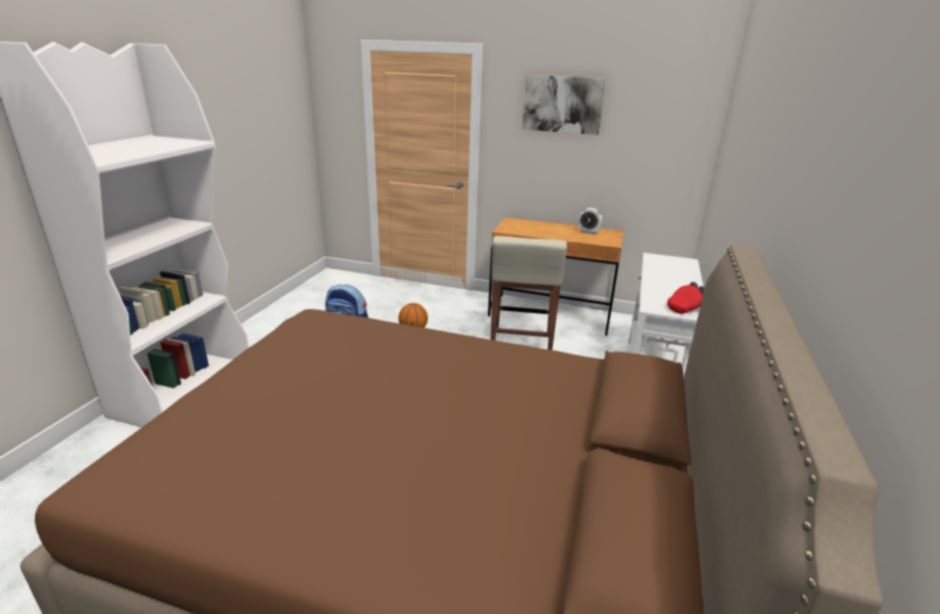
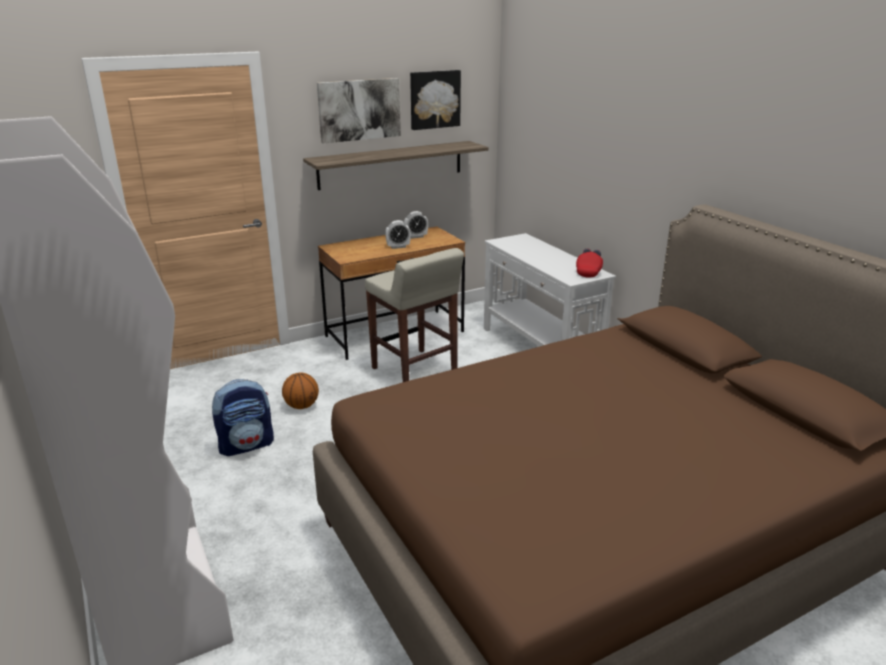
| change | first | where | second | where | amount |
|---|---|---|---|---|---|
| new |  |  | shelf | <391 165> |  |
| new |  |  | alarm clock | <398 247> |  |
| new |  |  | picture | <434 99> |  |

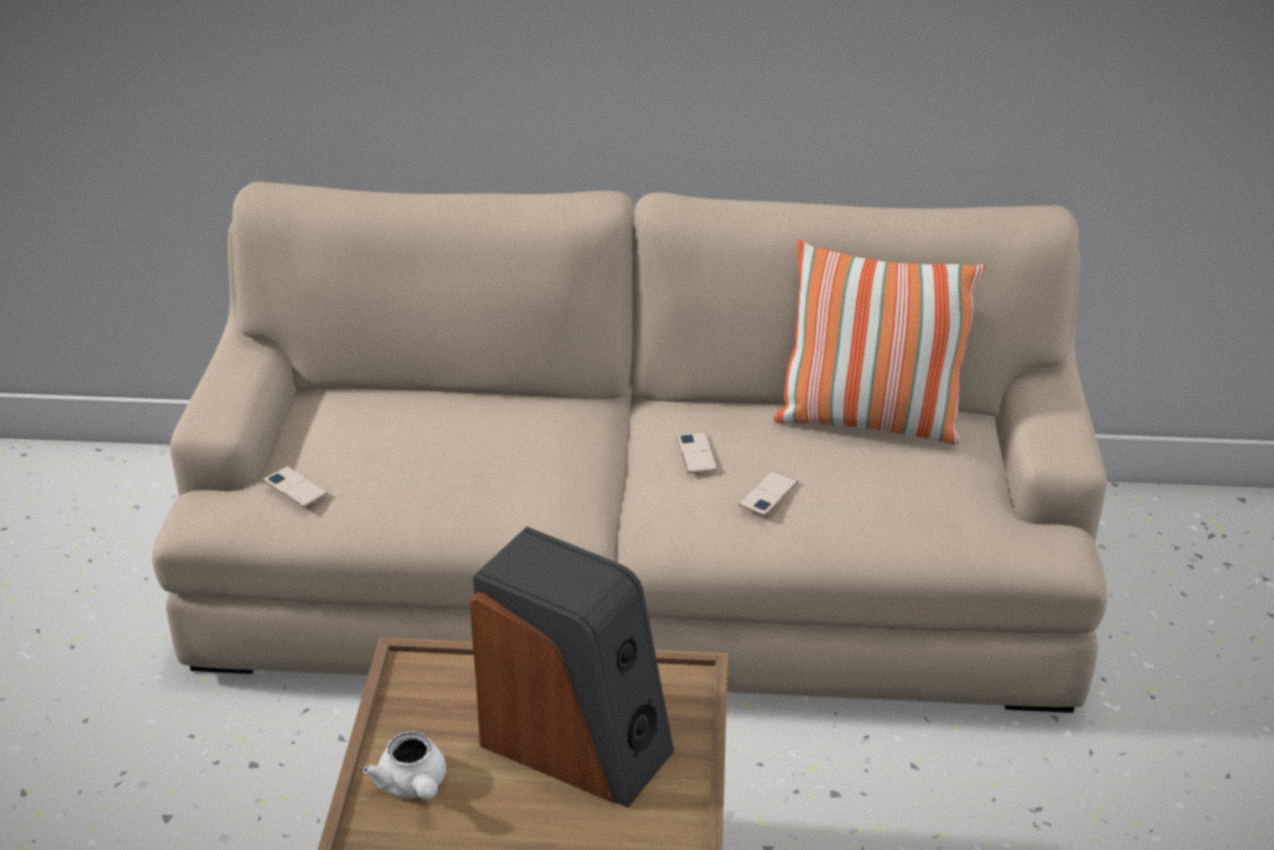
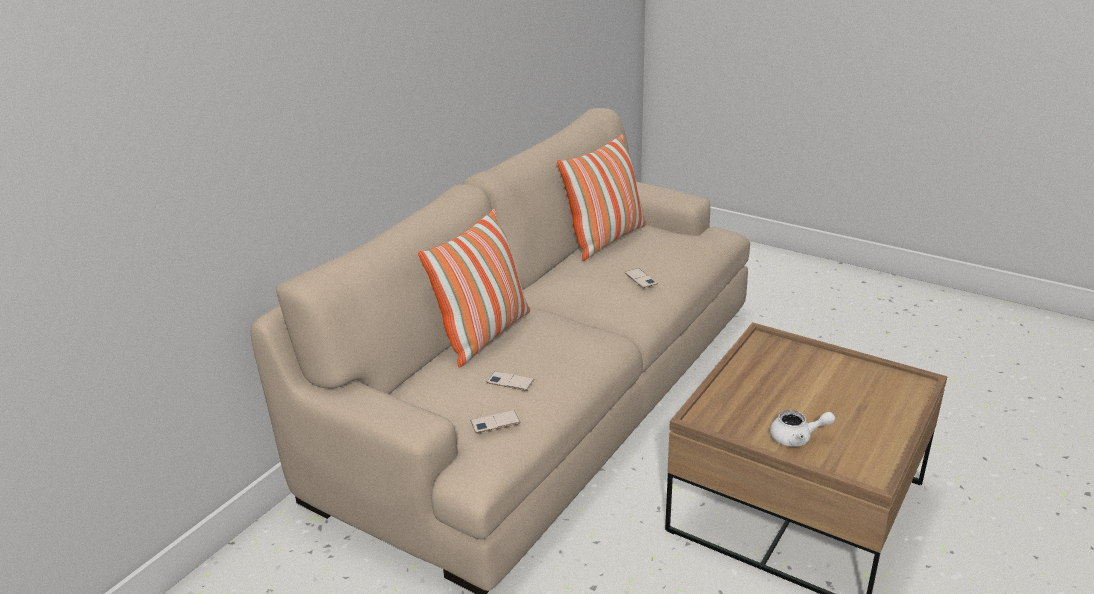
| change | first | where | second | where | amount |
|---|---|---|---|---|---|
| new |  |  | pillow | <484 335> |  |
| shifted | phone | <696 453> |  | <510 381> |  |
| gone | speaker | <577 744> |  |  |  |

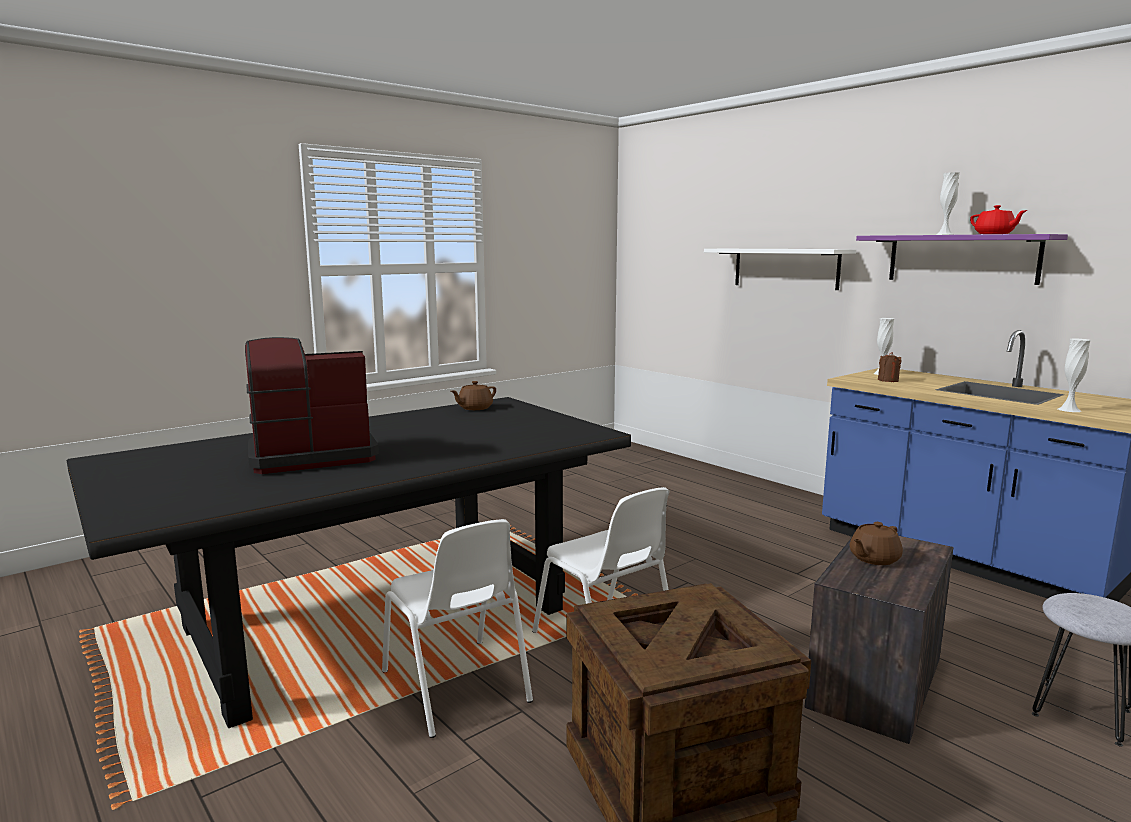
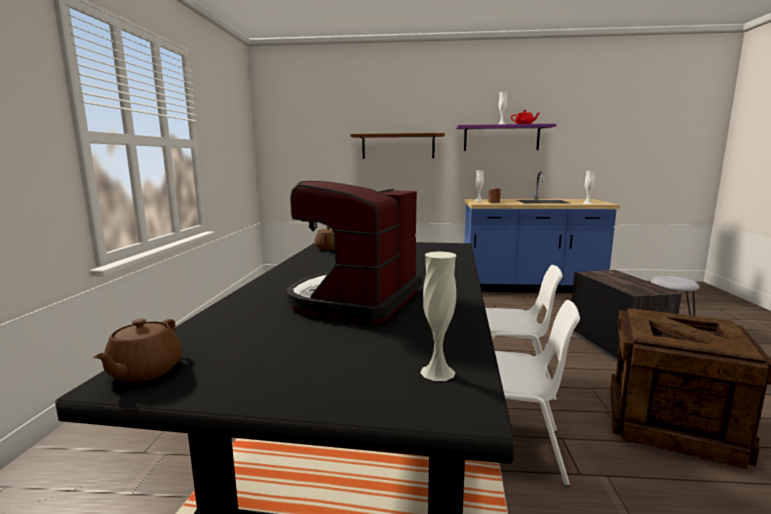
| change | first | where | second | where | amount |
|---|---|---|---|---|---|
| shifted | teapot in brown | <873 559> |  | <144 371> |  |
| repainted | shelf in white | <785 268> | shelf in brown | <398 146> |  |
| new |  |  | vase in white | <437 372> |  |

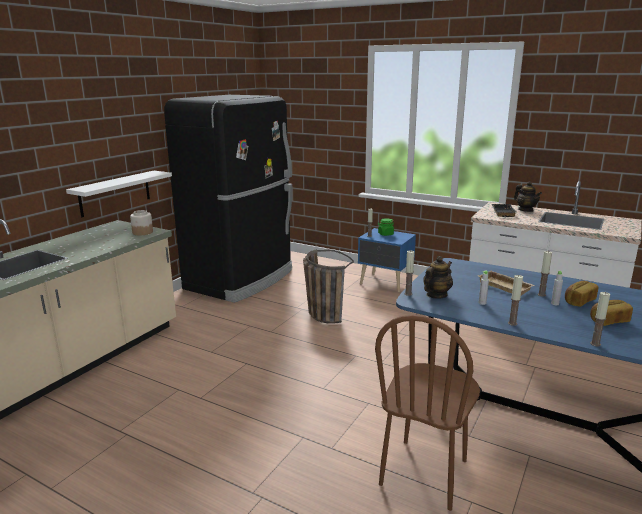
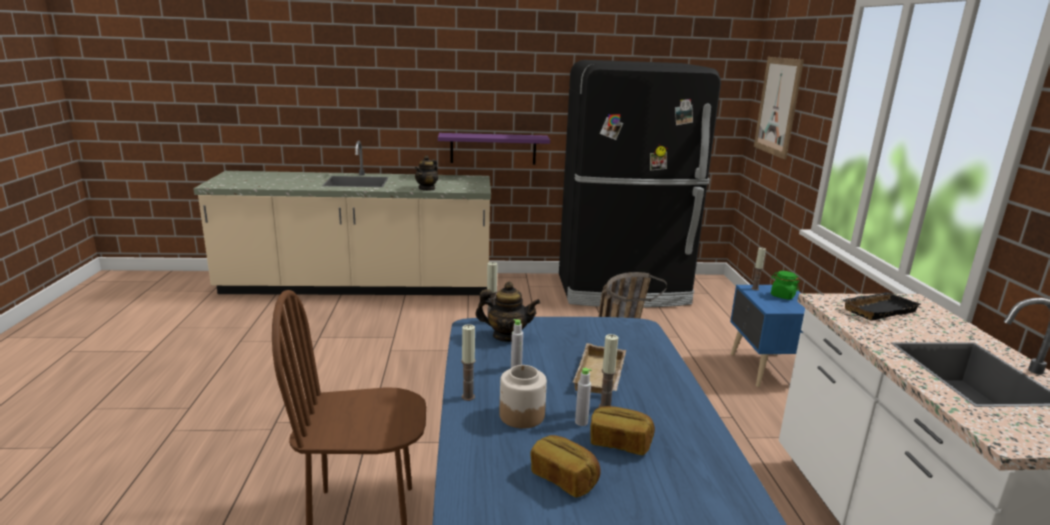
| change | first | where | second | where | amount |
|---|---|---|---|---|---|
| shifted | teapot | <525 210> |  | <427 188> |  |
| repainted | shelf in white | <115 193> | shelf in purple | <493 148> |  |
| shifted | jar | <142 232> |  | <521 415> |  |
| new |  |  | picture | <777 106> |  |
| gone | candle | <595 344> |  |  |  |

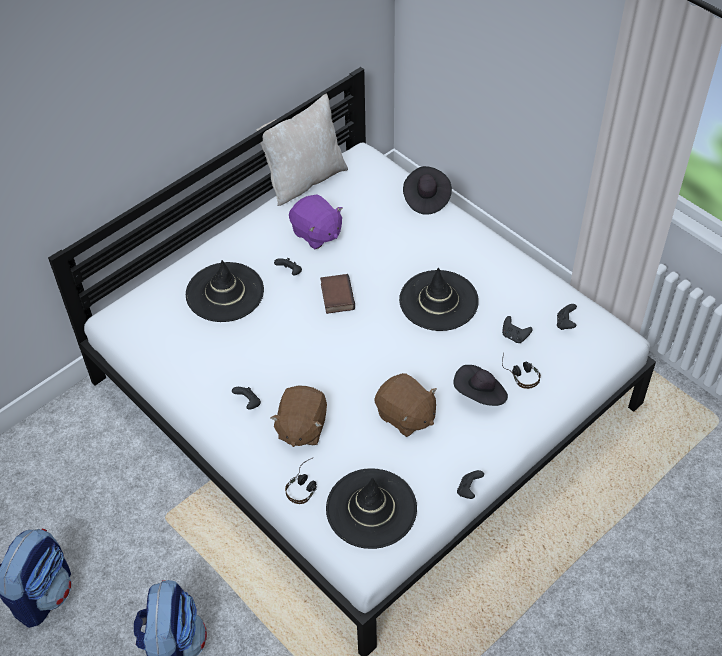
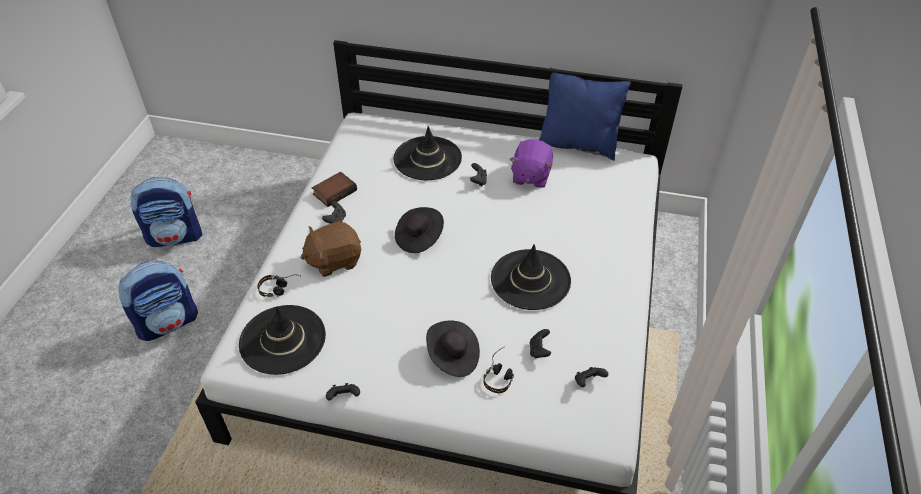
| change | first | where | second | where | amount |
|---|---|---|---|---|---|
| shifted | book | <336 296> |  | <334 191> |  |
| shifted | hat in black | <426 199> |  | <419 238> |  |
| repainted | pillow in beige | <304 179> | pillow in blue | <578 143> |  |
| gone | plush toy in brown | <405 416> |  |  |  |

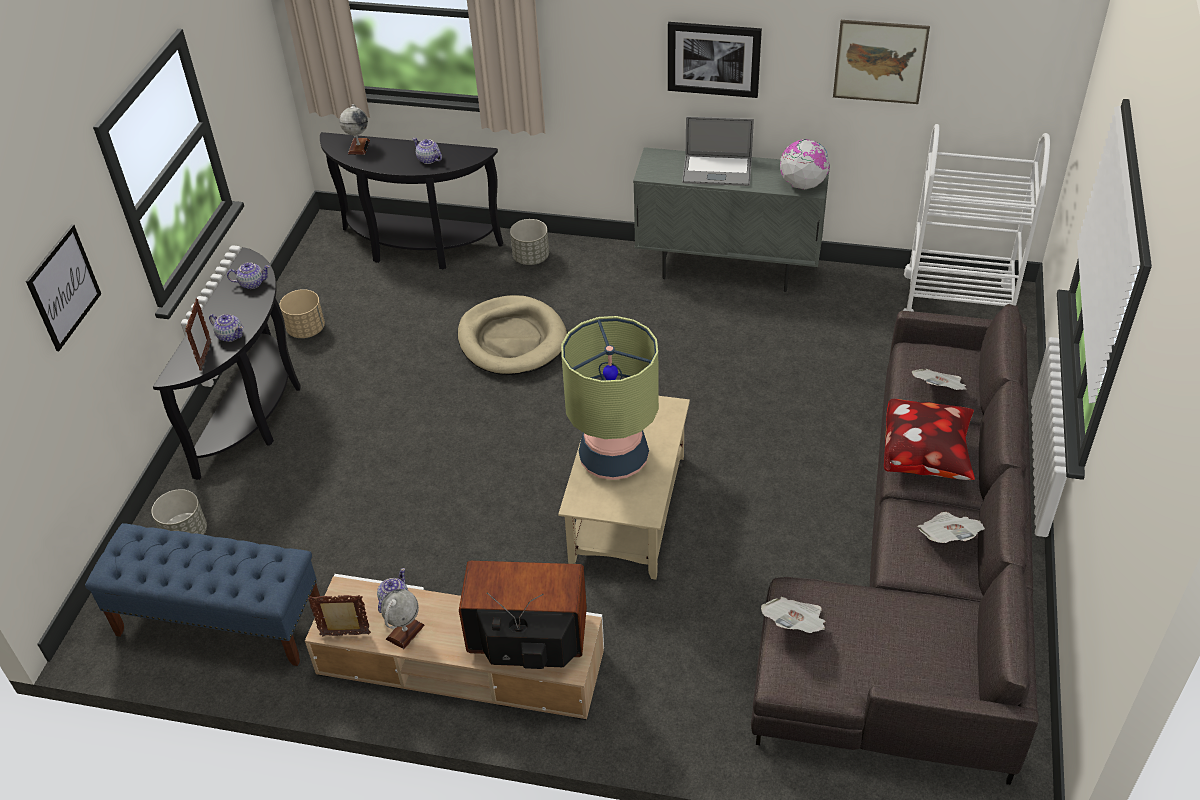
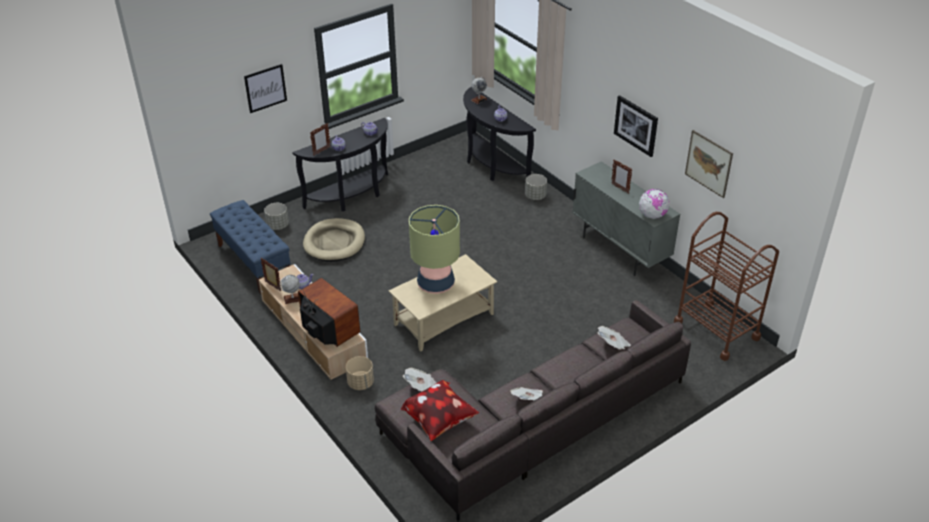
| change | first | where | second | where | amount |
|---|---|---|---|---|---|
| shifted | dog bed in beige | <512 340> |  | <334 242> |  |
| shifted | planter in beige | <306 329> |  | <361 383> |  |
| shifted | pillow | <925 457> |  | <440 422> |  |
| swapped | laptop | <717 171> | picture frame | <620 188> |  |
| repainted | cart in white | <957 302> | cart in brown | <716 330> |  |

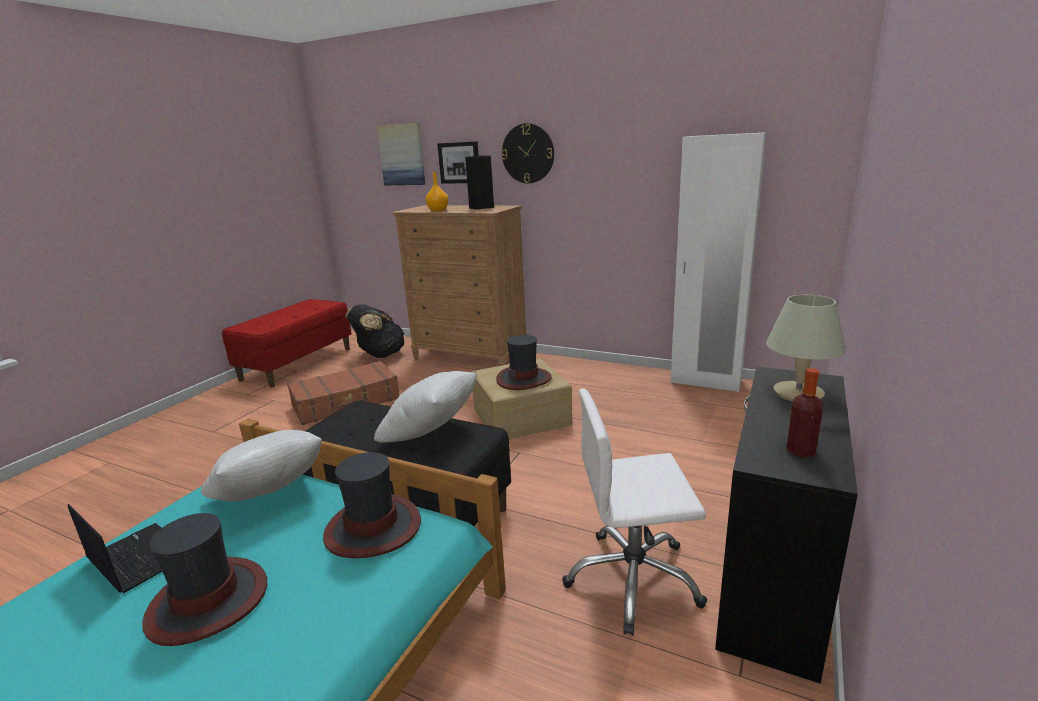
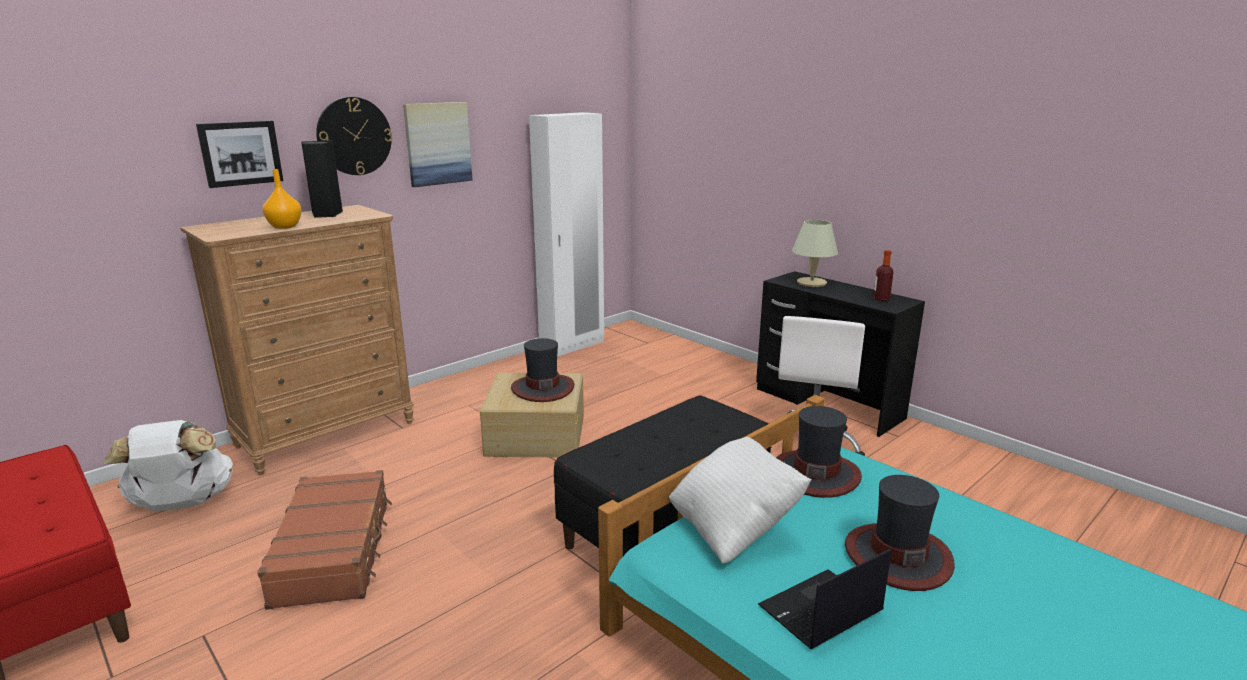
| change | first | where | second | where | amount |
|---|---|---|---|---|---|
| repainted | backpack in black | <379 355> | backpack in white | <182 504> |  |
| shifted | picture | <402 155> |  | <438 143> |  |
| gone | pillow in white | <431 433> |  |  |  |

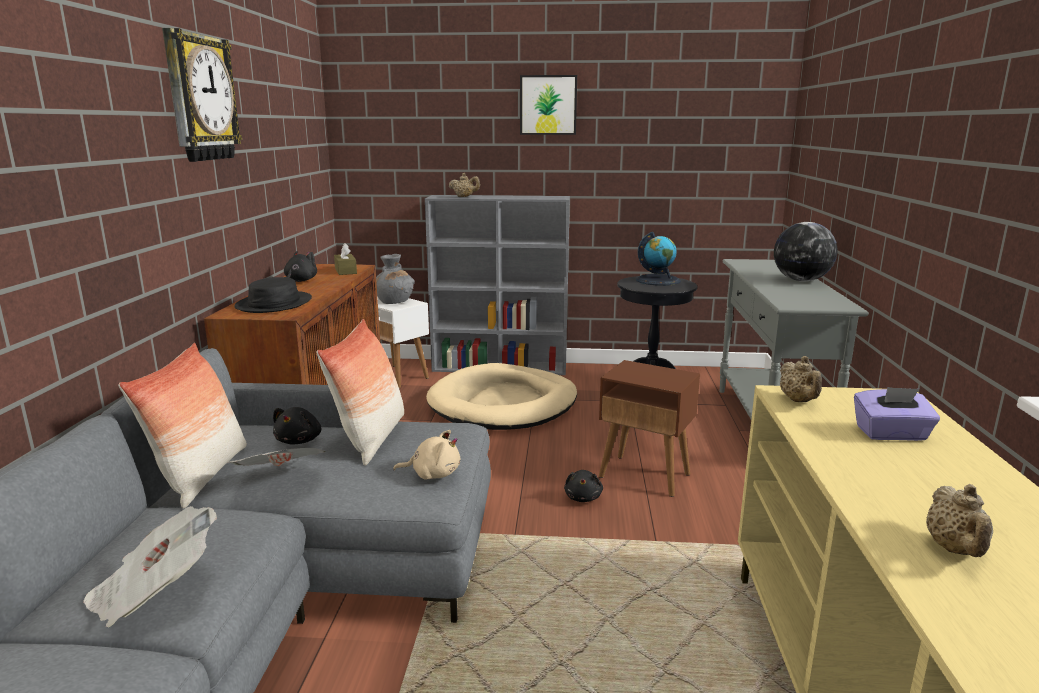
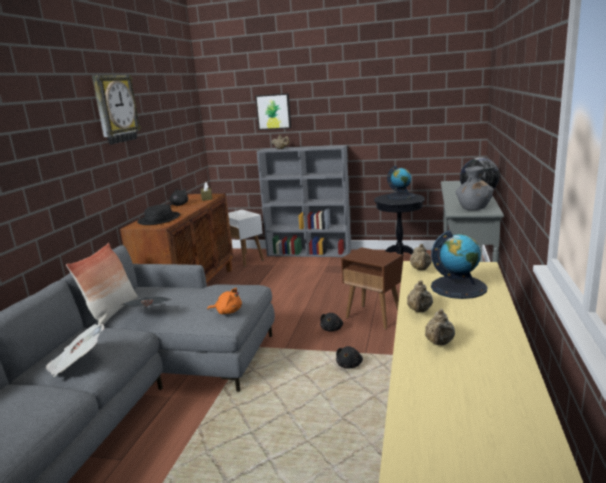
| change | first | where | second | where | amount |
|---|---|---|---|---|---|
| repainted | plush toy in beige | <433 474> | plush toy in orange | <228 311> |  |
| shifted | picture | <548 105> |  | <273 111> |  |
| shifted | plush toy in black | <300 440> |  | <350 365> |  |
| new |  |  | teapot in beige | <419 310> |  |
| swapped | tissue box in purple | <891 434> | globe | <458 287> |  |
| shifted | vase in grey | <394 301> |  | <473 208> |  |
| gone | pillow | <371 438> |  |  |  |
| gone | dog bed in beige | <503 403> |  |  |  |

